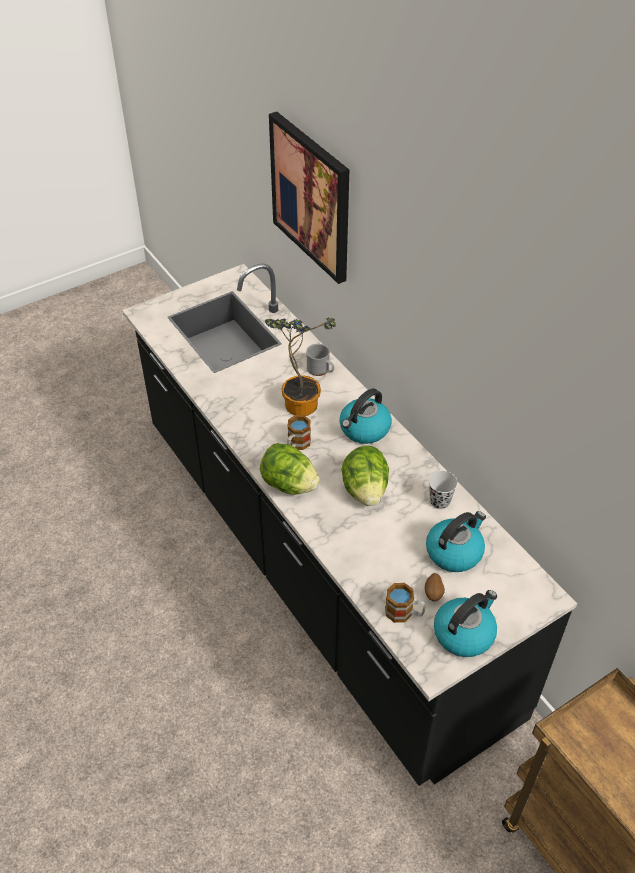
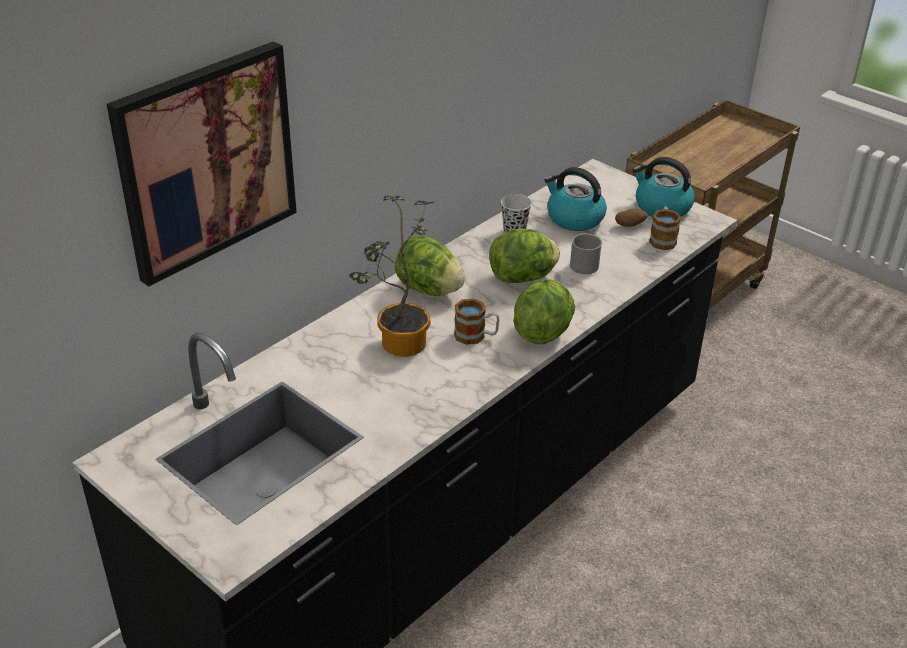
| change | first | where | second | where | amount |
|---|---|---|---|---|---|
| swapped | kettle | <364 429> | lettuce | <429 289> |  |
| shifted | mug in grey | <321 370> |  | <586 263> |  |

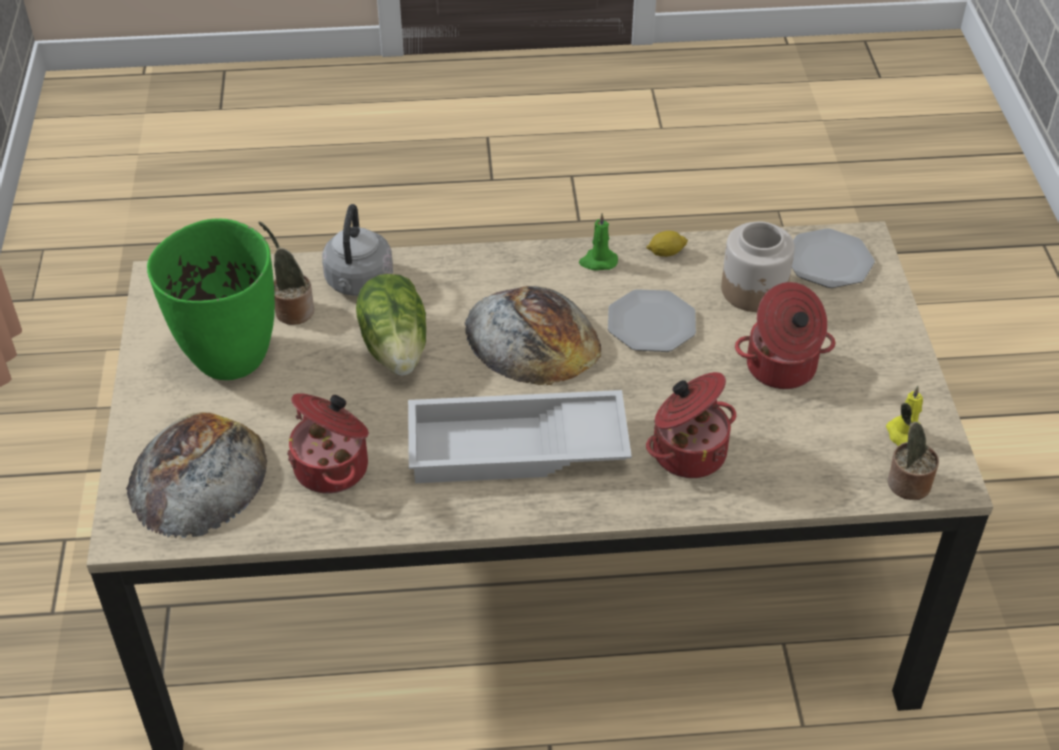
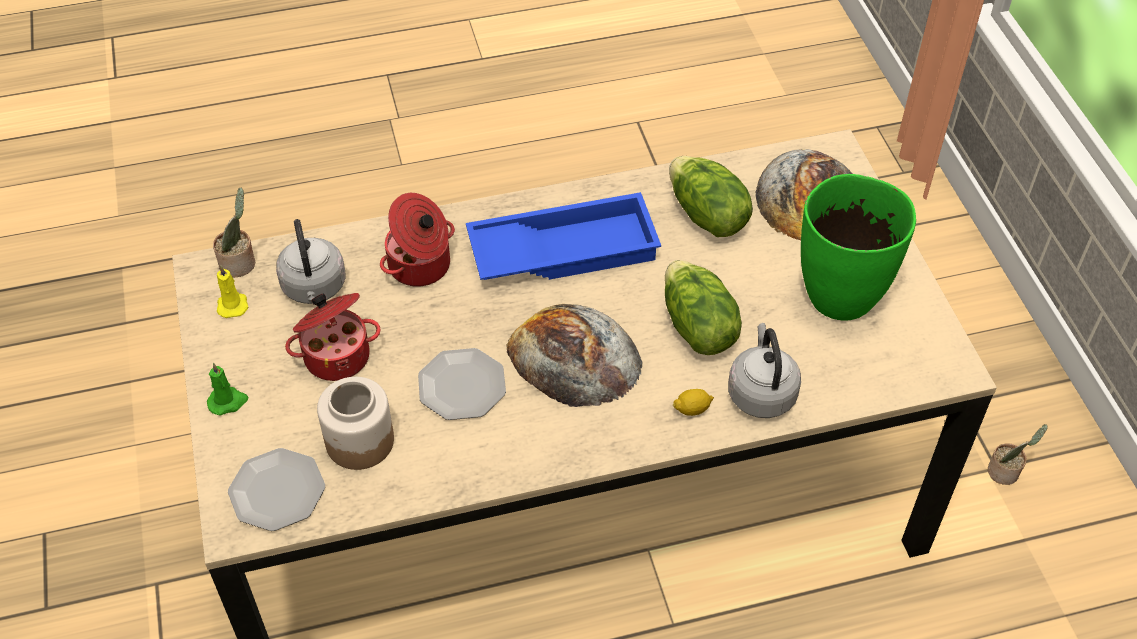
| change | first | where | second | where | amount |
|---|---|---|---|---|---|
| shifted | candle in green | <598 261> |  | <228 402> |  |
| new |  |  | kettle in grey | <314 288> |  |
| repainted | tray in white | <515 450> | tray in blue | <564 248> |  |
| swapped | cooking pot | <333 467> | lettuce | <706 216> |  |
| shifted | lemon | <666 253> |  | <692 409> |  |
| shifted | potted plant | <292 310> |  | <1005 472> |  |

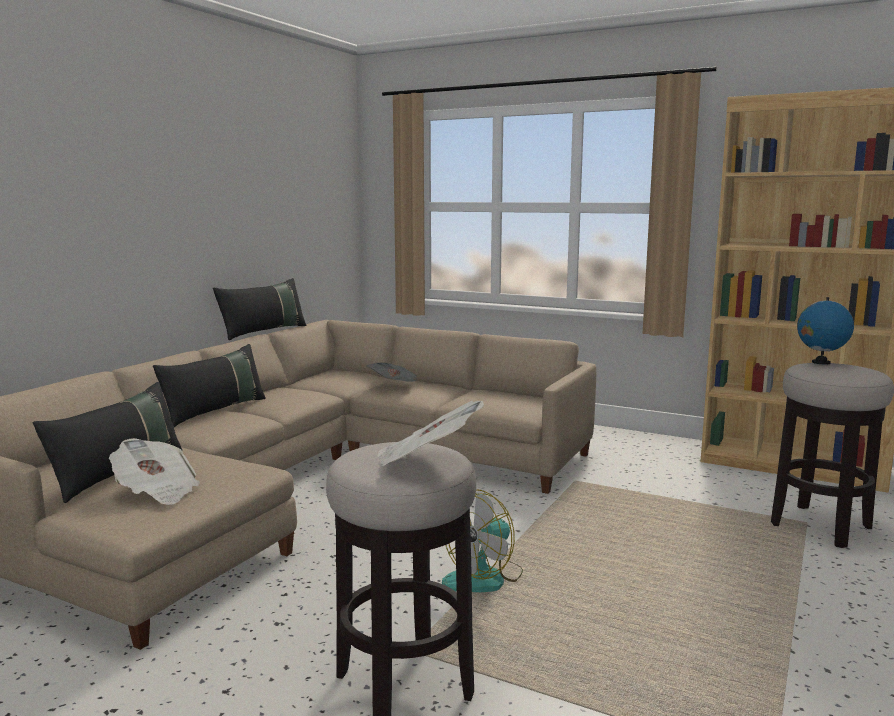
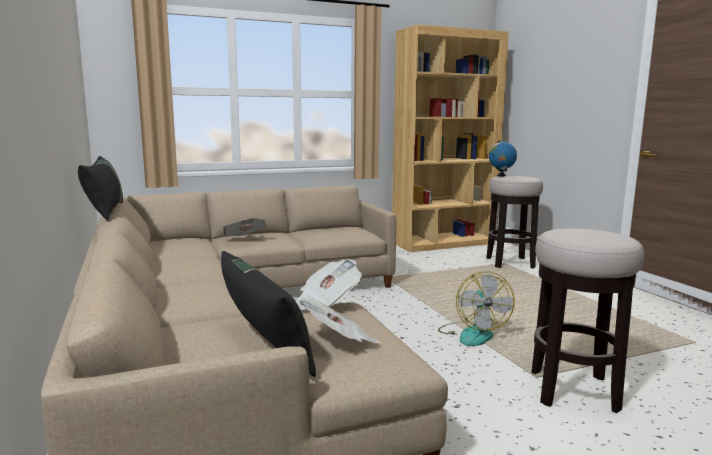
| change | first | where | second | where | amount |
|---|---|---|---|---|---|
| shifted | newspaper | <426 461> |  | <325 303> |  |
| gone | pillow in black | <215 411> |  |  |  |

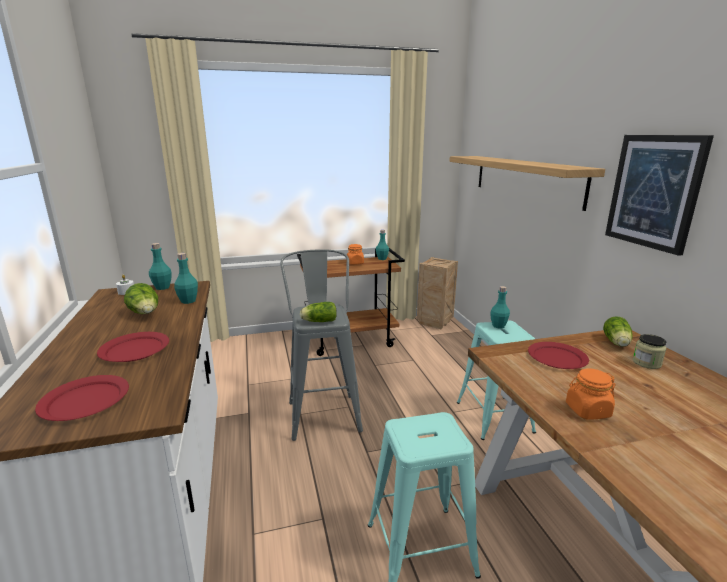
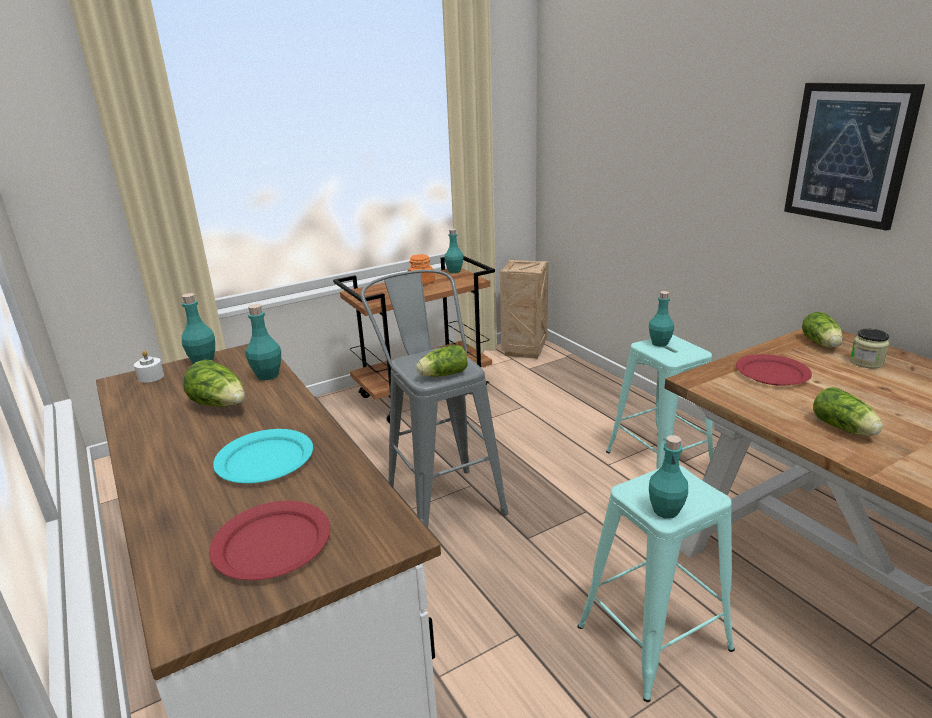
| change | first | where | second | where | amount |
|---|---|---|---|---|---|
| repainted | plate in red | <135 349> | plate in turquoise | <265 459> |  |
| new |  |  | bottle in turquoise | <665 511> |  |
| swapped | jar in orange | <587 410> | lettuce | <845 429> |  |
| gone | shelf | <525 179> |  |  |  |

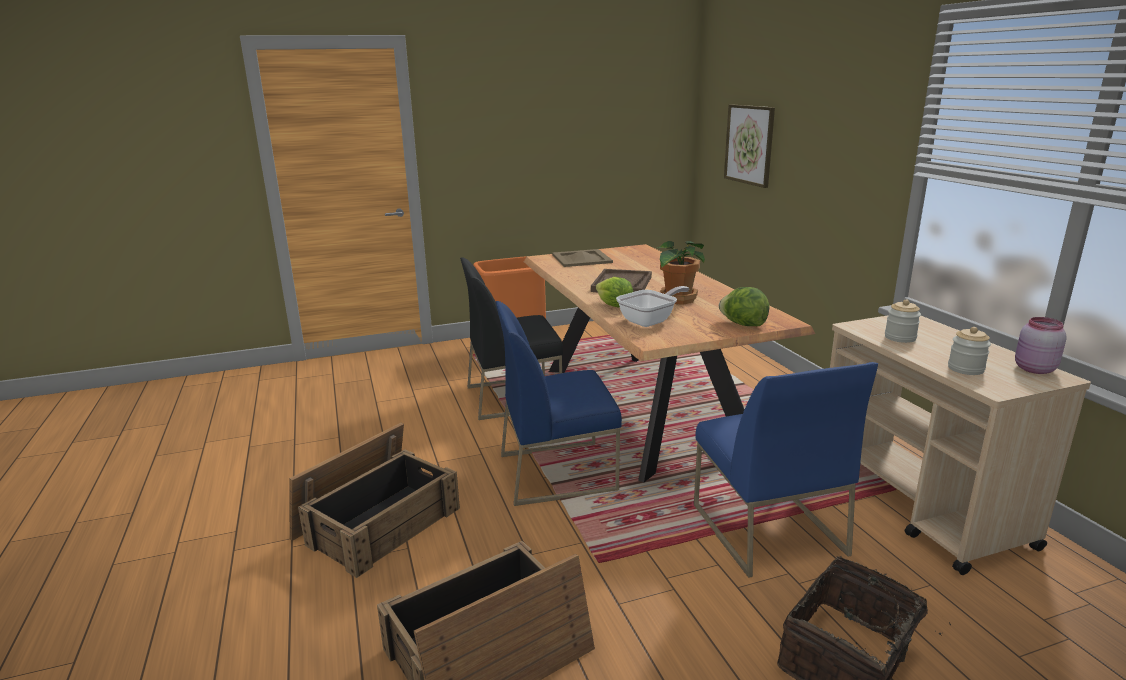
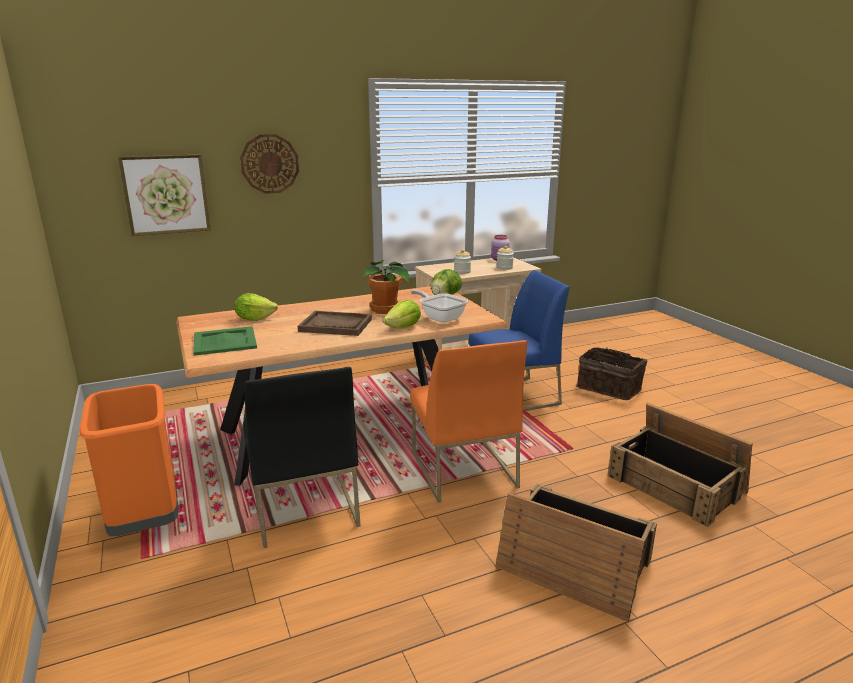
| change | first | where | second | where | amount |
|---|---|---|---|---|---|
| repainted | tray in beige | <582 258> | tray in green | <224 341> |  |
| new |  |  | lettuce | <255 319> |  |
| new |  |  | wall clock | <270 164> |  |
| repainted | chair in blue | <558 472> | chair in orange | <462 469> |  |

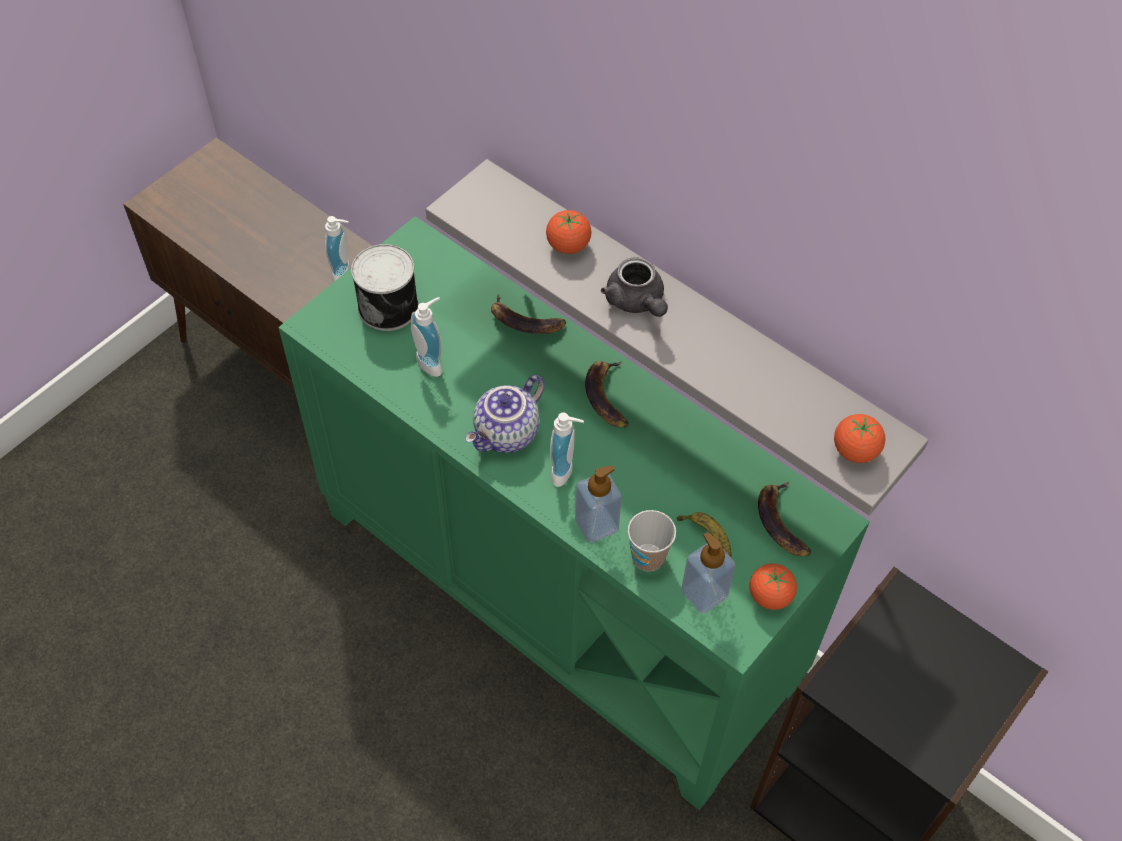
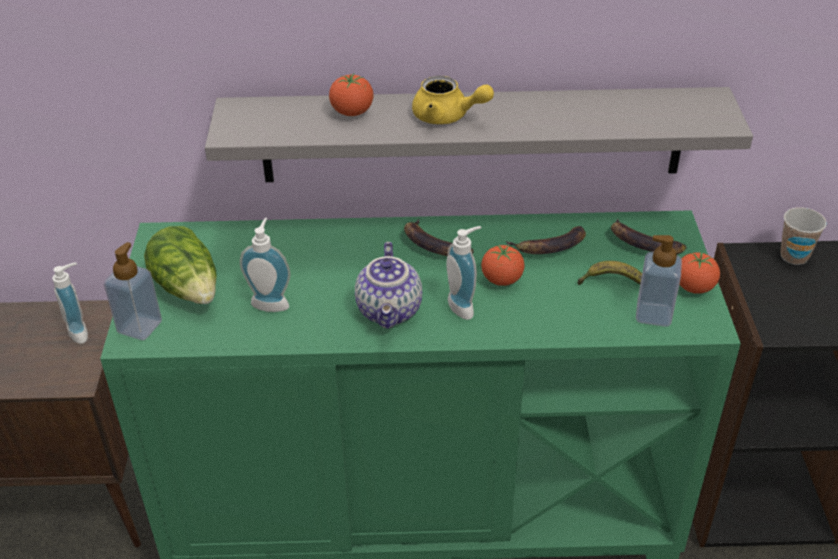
| change | first | where | second | where | amount |
|---|---|---|---|---|---|
| shifted | soap dispenser | <596 524> |  | <140 327> |  |
| swapped | can | <389 306> | lettuce | <189 288> |  |
| repainted | teapot in grey | <636 302> | teapot in yellow | <447 117> |  |
| shifted | tomato | <855 451> |  | <502 280> |  |
| shifted | banana | <524 322> |  | <550 247> |  |
| shifted | cup | <648 557> |  | <794 256> |  |

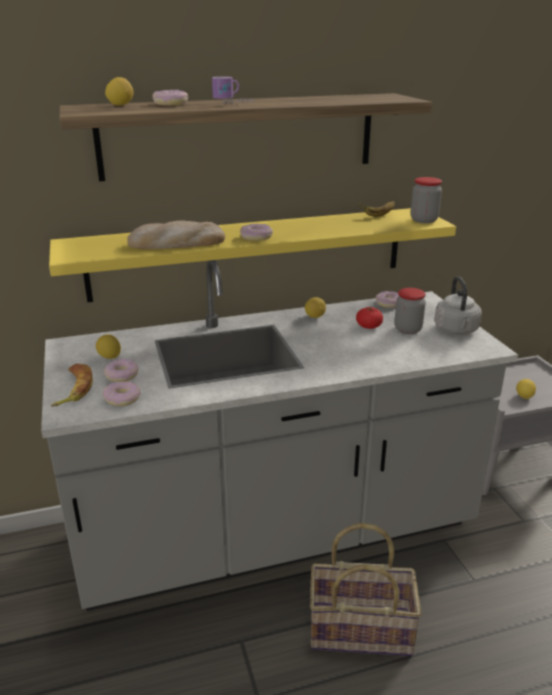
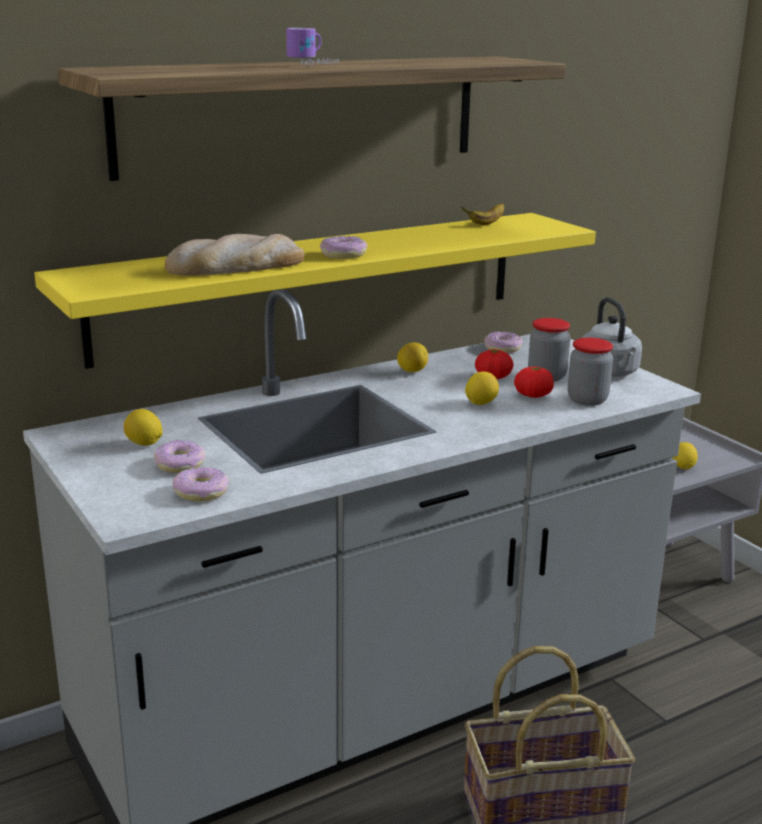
| change | first | where | second | where | amount |
|---|---|---|---|---|---|
| shifted | lemon | <120 105> |  | <481 403> |  |
| new |  |  | tomato | <533 395> |  |
| shifted | jar | <424 220> |  | <587 400> |  |
| gone | banana | <73 389> |  |  |  |
| gone | donut | <170 104> |  |  |  |

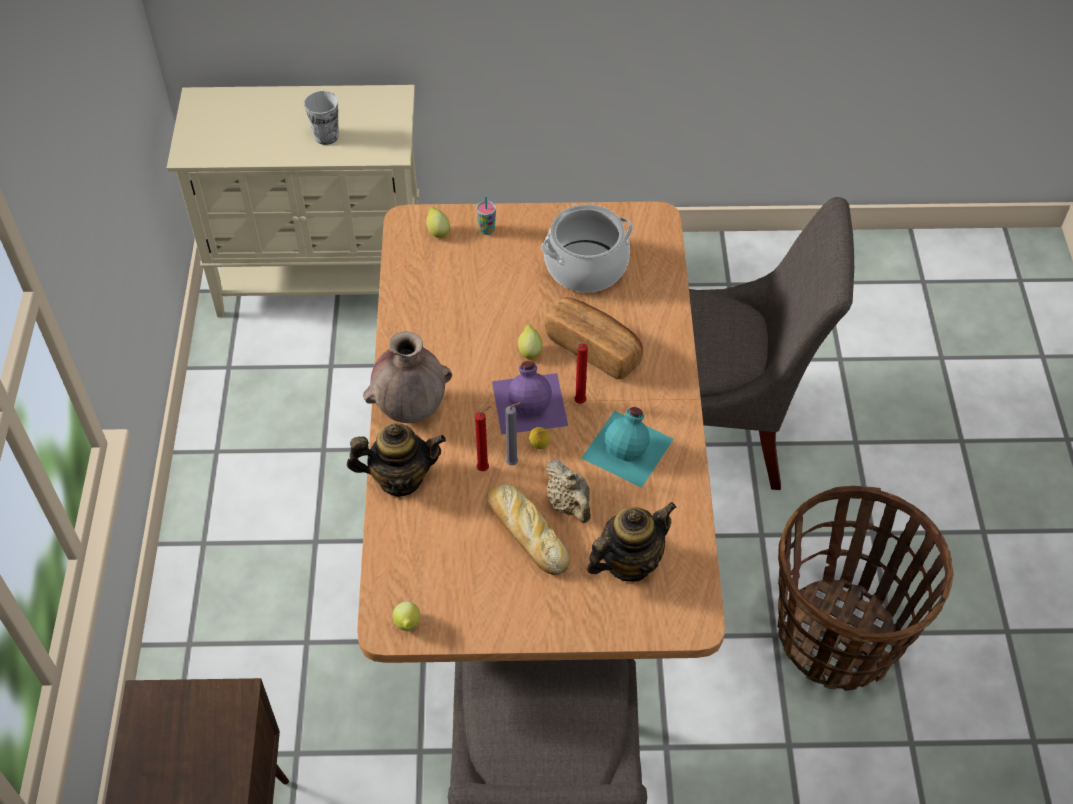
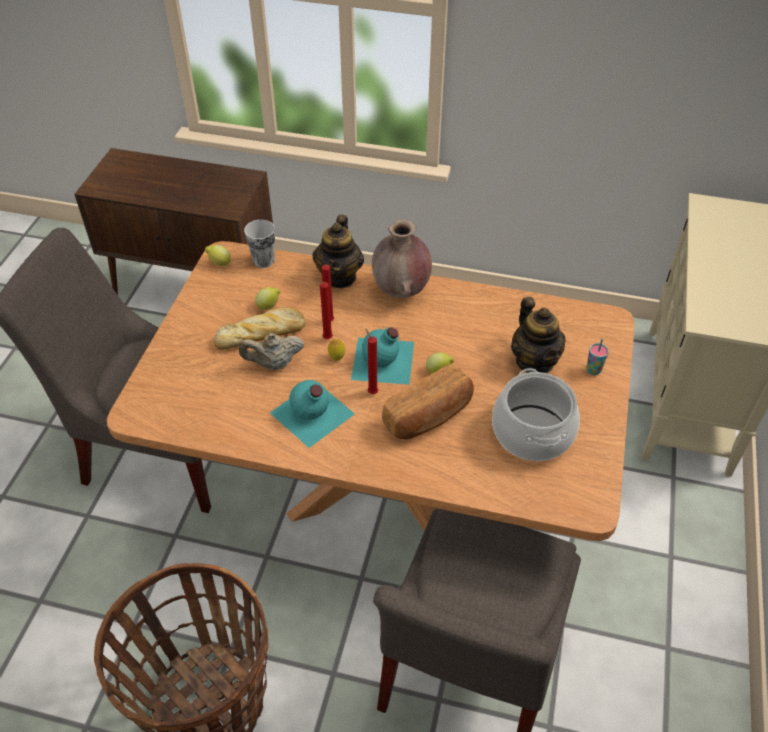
| change | first | where | second | where | amount |
|---|---|---|---|---|---|
| shifted | cup | <326 136> |  | <263 260> |  |
| shifted | lemon | <438 232> |  | <269 306> |  |
| repainted | candle in grey | <514 463> | candle in red | <327 339> |  |
| repainted | bottle in purple | <530 402> | bottle in turquoise | <384 361> |  |
| shifted | teapot | <628 562> |  | <534 361> |  |

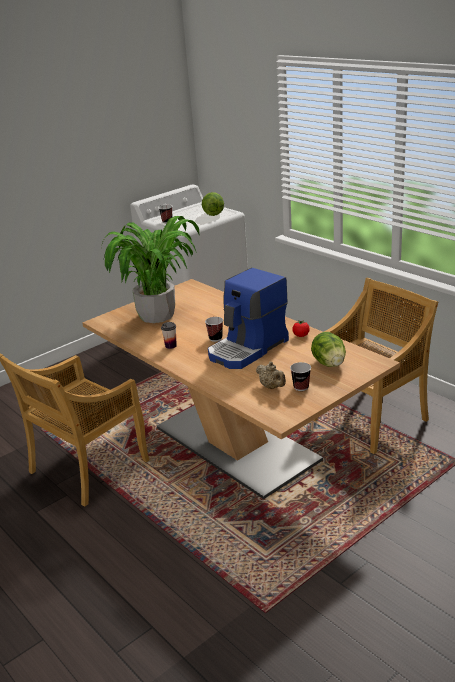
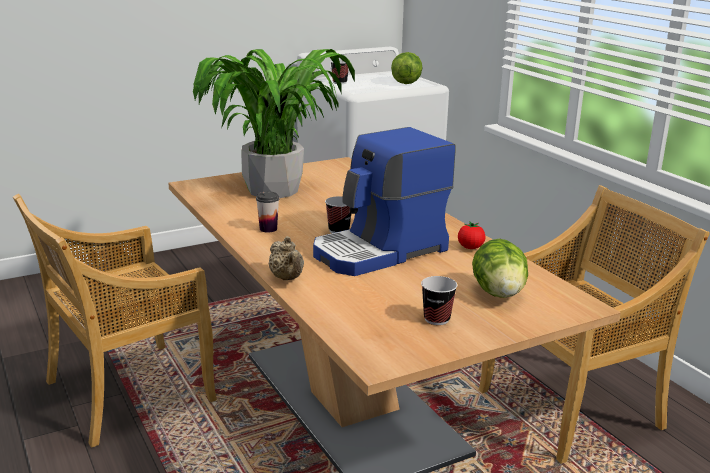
| change | first | where | second | where | amount |
|---|---|---|---|---|---|
| shifted | teapot in beige | <272 387> |  | <287 278> |  |

